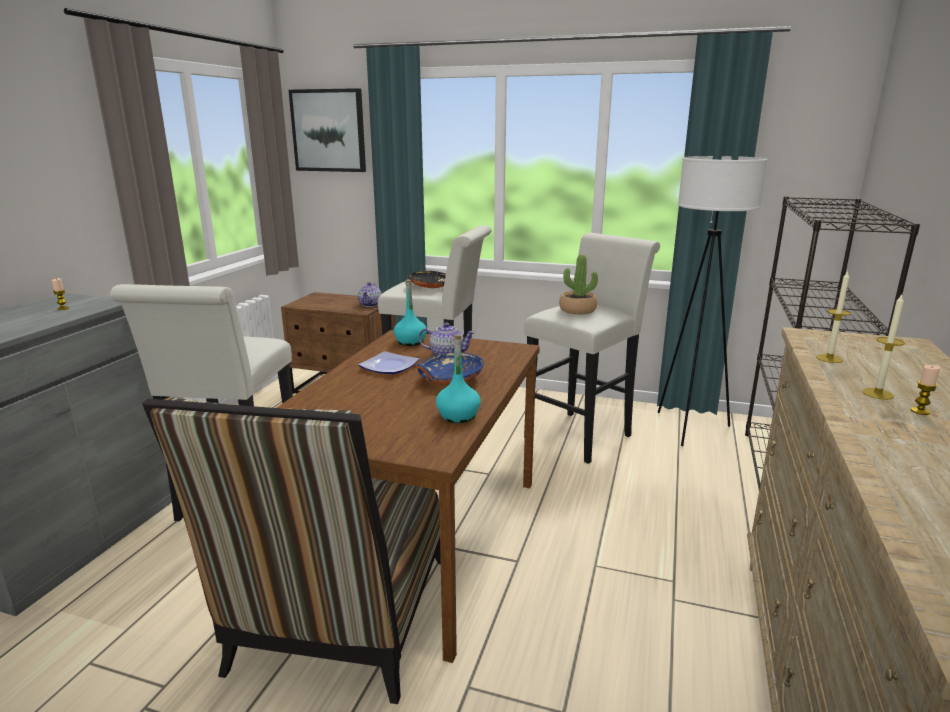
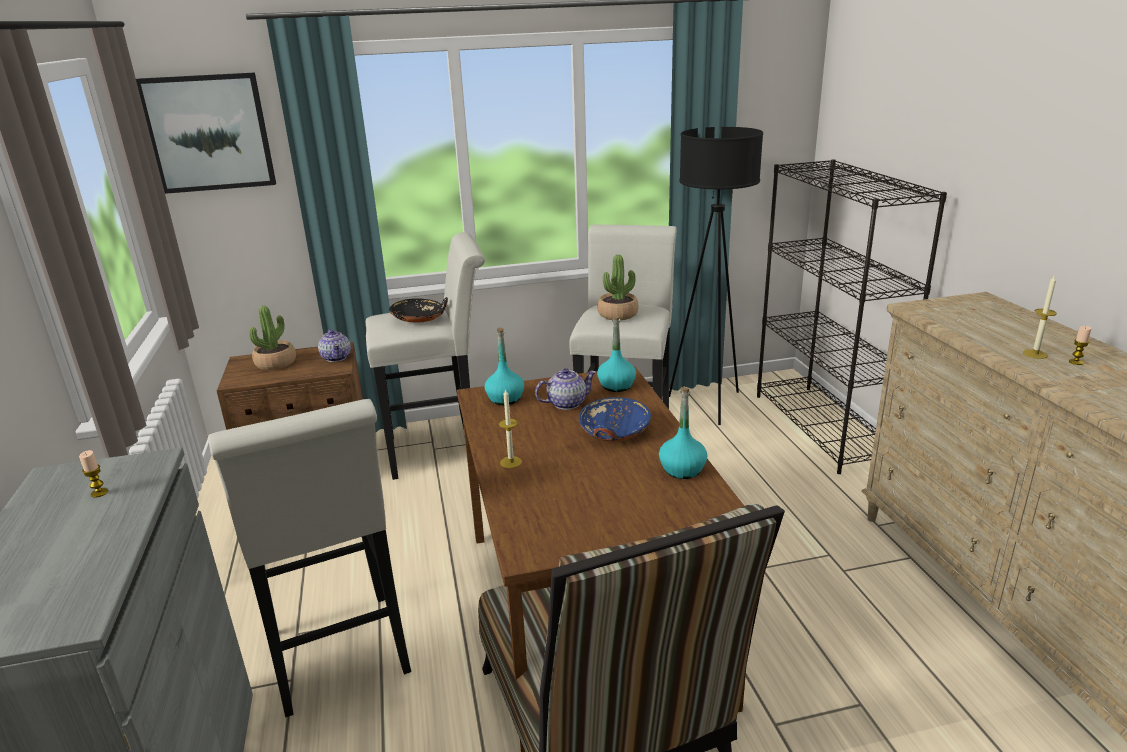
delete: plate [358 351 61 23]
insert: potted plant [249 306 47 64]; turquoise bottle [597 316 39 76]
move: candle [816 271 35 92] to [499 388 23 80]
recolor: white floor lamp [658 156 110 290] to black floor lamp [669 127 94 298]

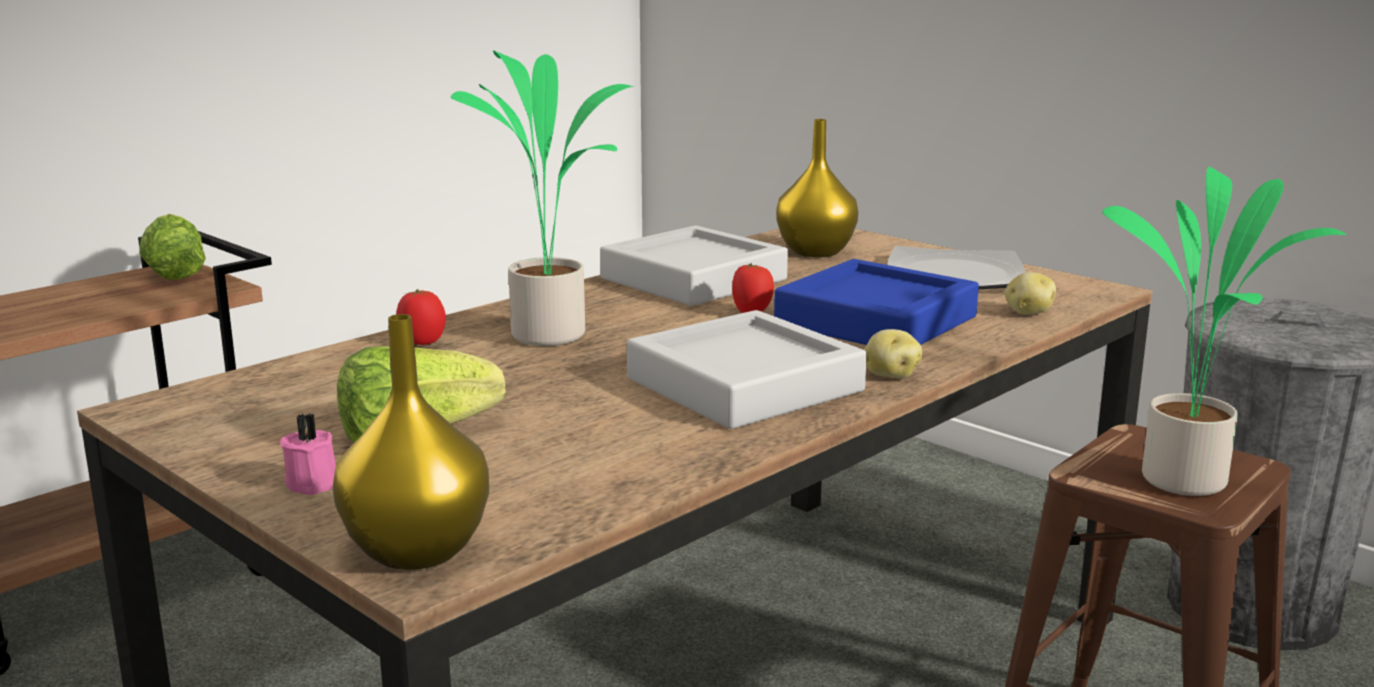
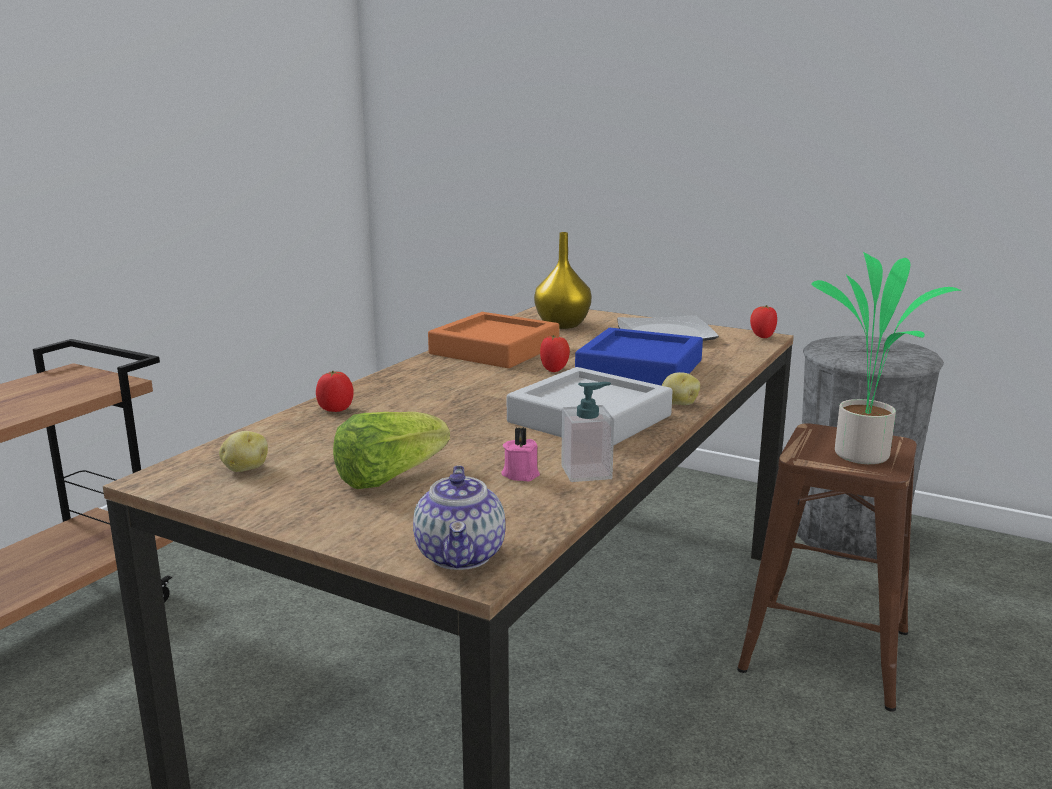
delete: lettuce [139 214 67 66]; potted plant [451 50 183 296]
insert: soap dispenser [561 382 53 100]; tomato [750 305 27 33]
move: potato [1005 272 51 42] to [219 431 49 41]; pink candle [280 413 56 82] to [502 427 38 54]
replace: yellow vase [332 314 157 256] to teapot [413 466 93 104]
recolor: grey tray [600 225 188 81] to orange tray [428 312 131 56]

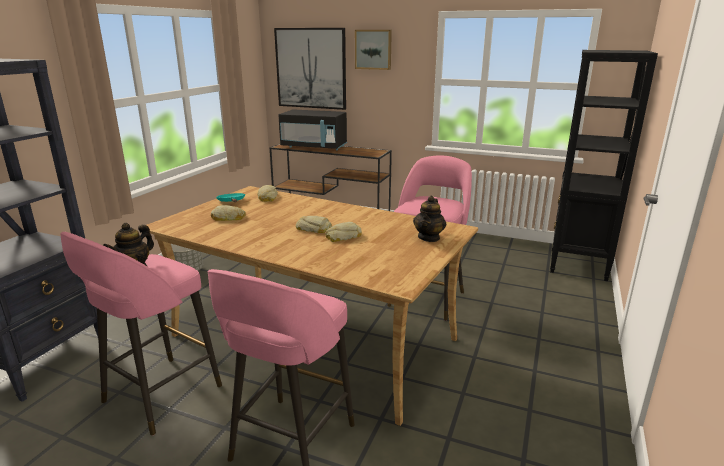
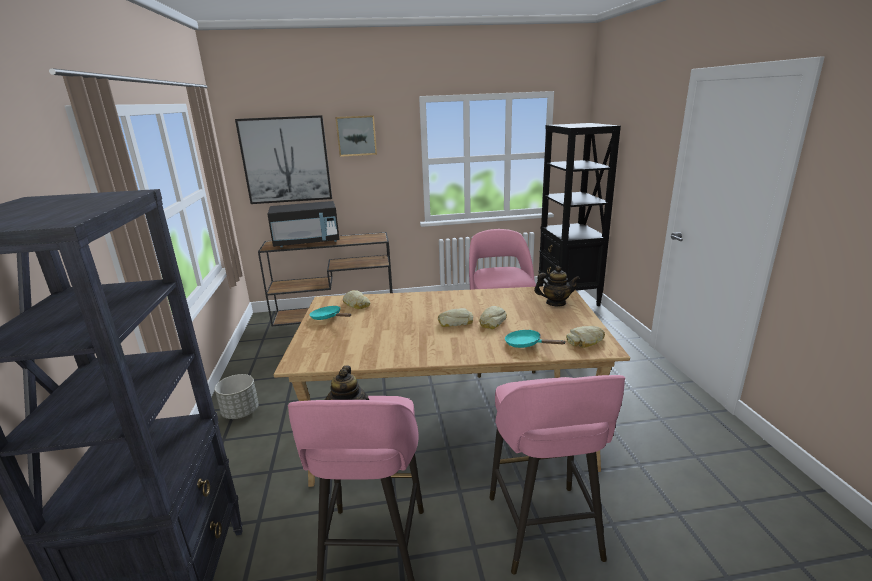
insert: turquoise frying pan [505 330 61 18]
move: bread [211 205 35 16] to [566 326 39 22]
rotate: teapot [413 196 33 46] = [534 266 46 40] 75 degrees counterclockwise

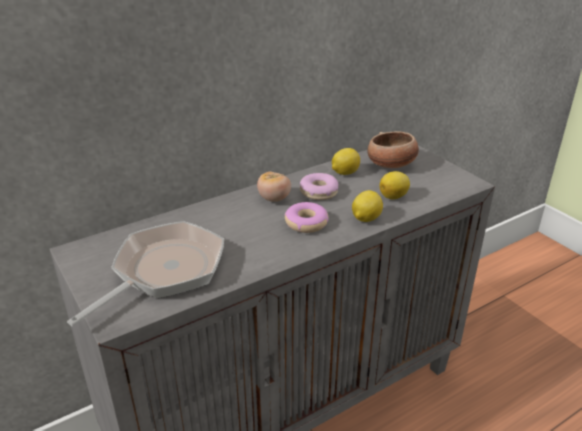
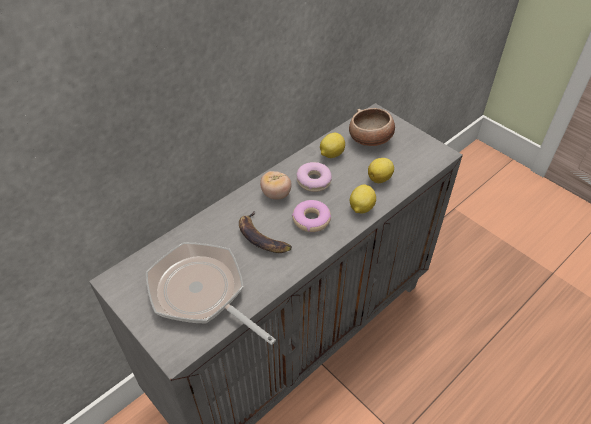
insert: banana [239 211 53 42]
rotate: frying pan [67 221 157 105] = [146 242 130 103] 75 degrees counterclockwise

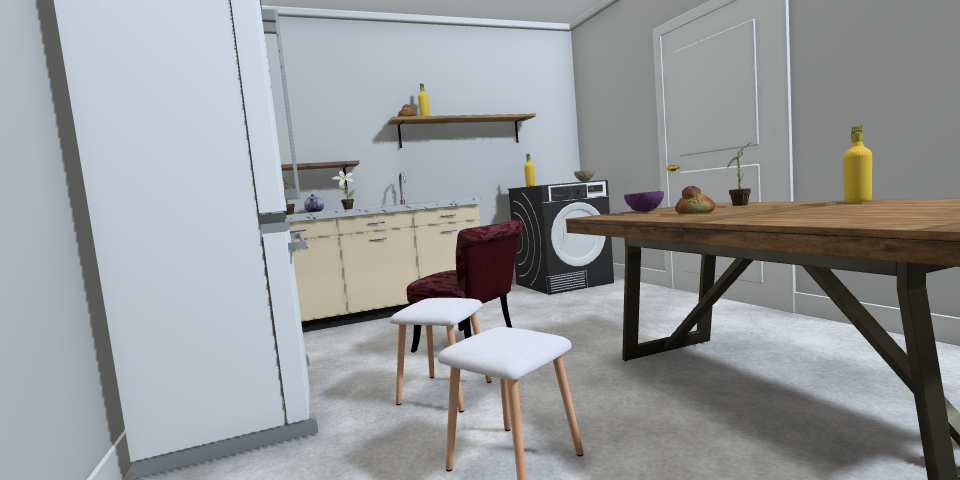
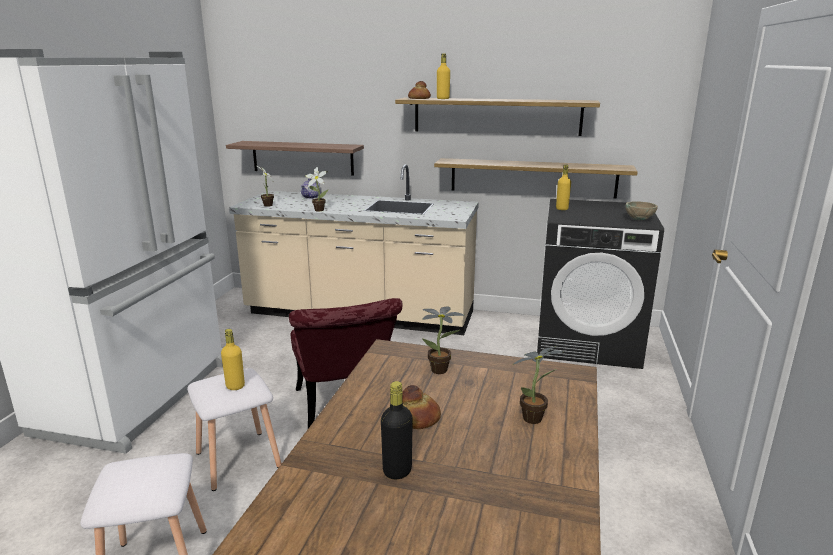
insert: black bottle [381 381 32 98]; shelf [434 158 204 41]
move: yellow bottle [843 126 29 77] to [221 329 24 61]
replace: purple bowl [624 191 40 21] to potted plant [422 306 43 68]

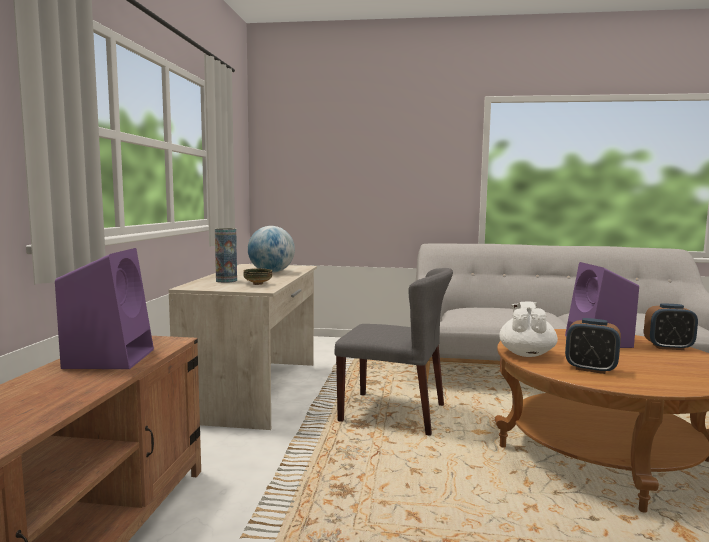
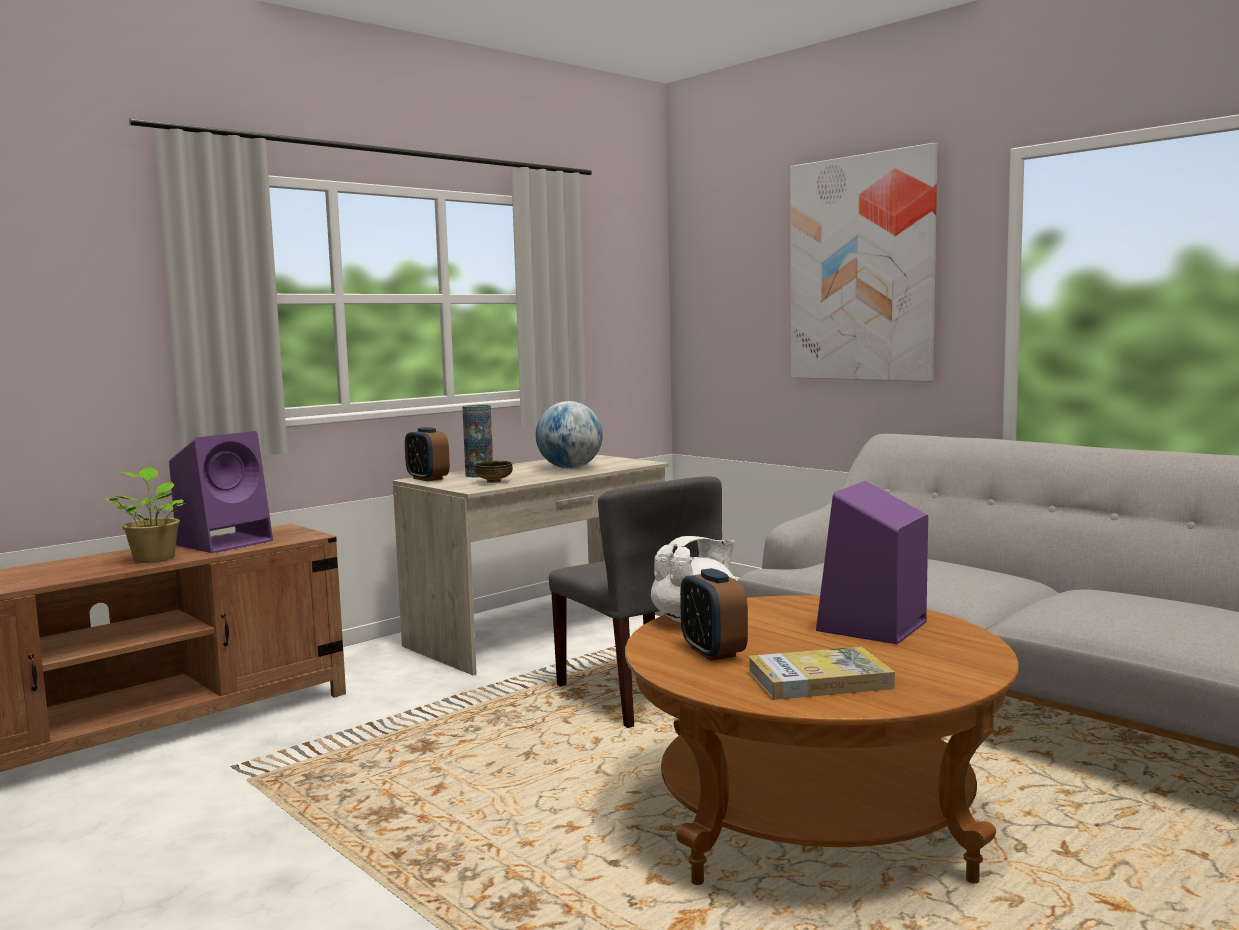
insert: potted plant [104 467 82 96]; book [748 647 147 53]; picture [790 143 148 239]
move: alarm clock [644 304 54 46] to [405 427 45 54]

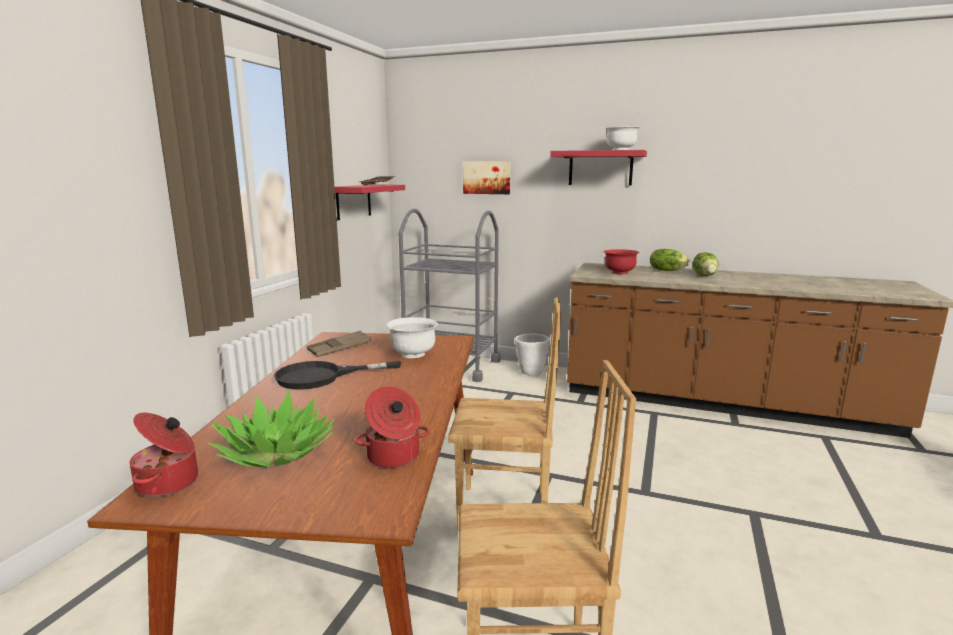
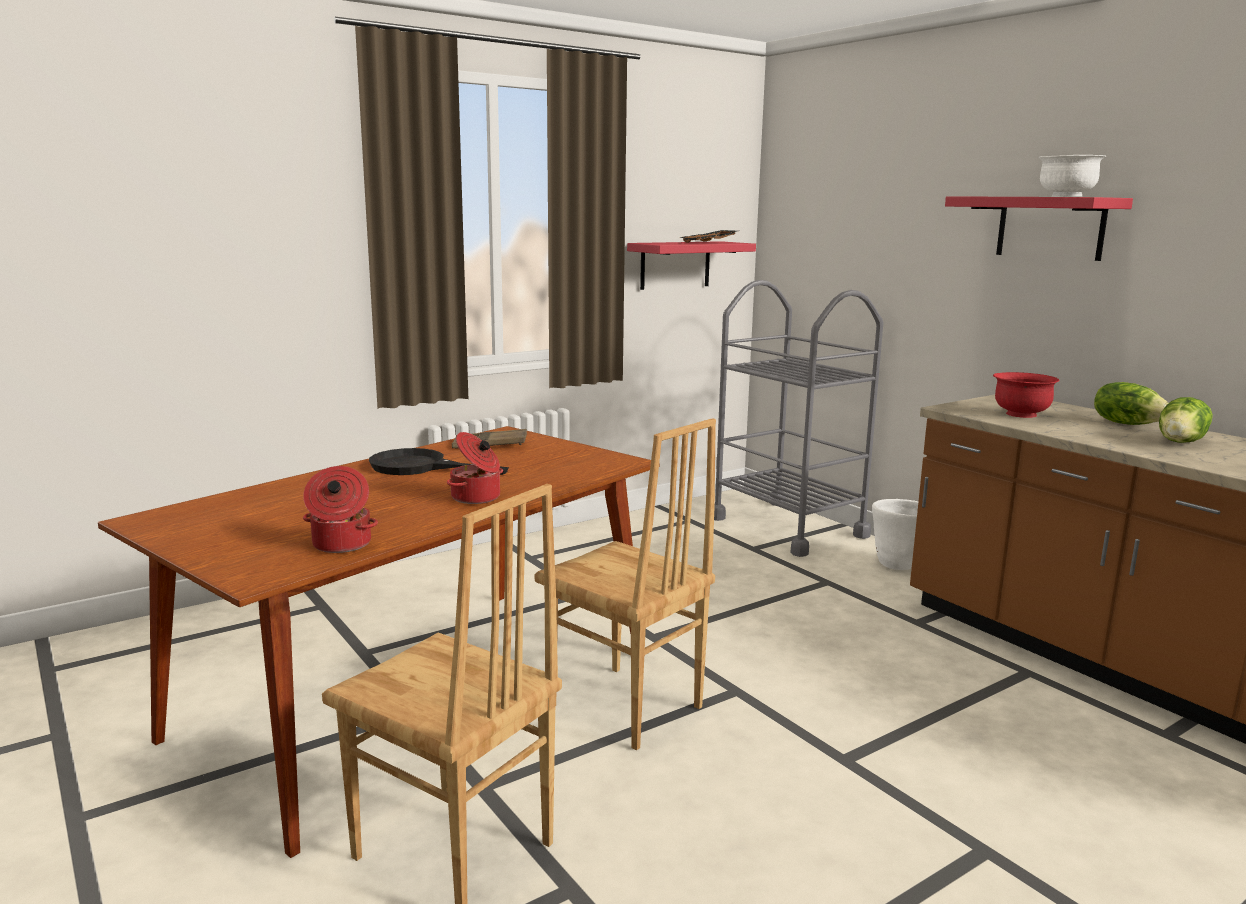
delete: potted plant [208 390 126 78]; white bowl [387 317 51 41]; picture [463 161 47 33]
move: cooking pot [129 413 69 84] to [447 432 56 72]

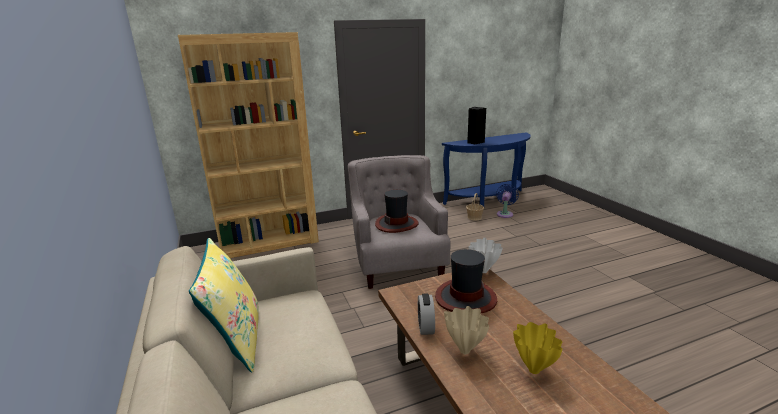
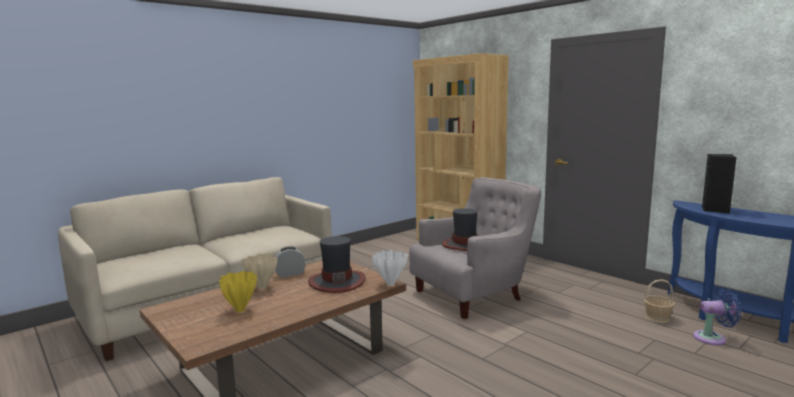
delete: yellow pillow [189 238 70 134]

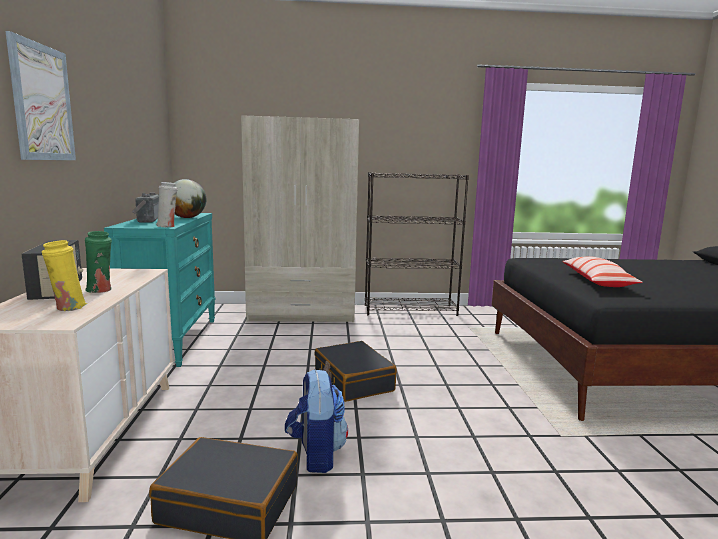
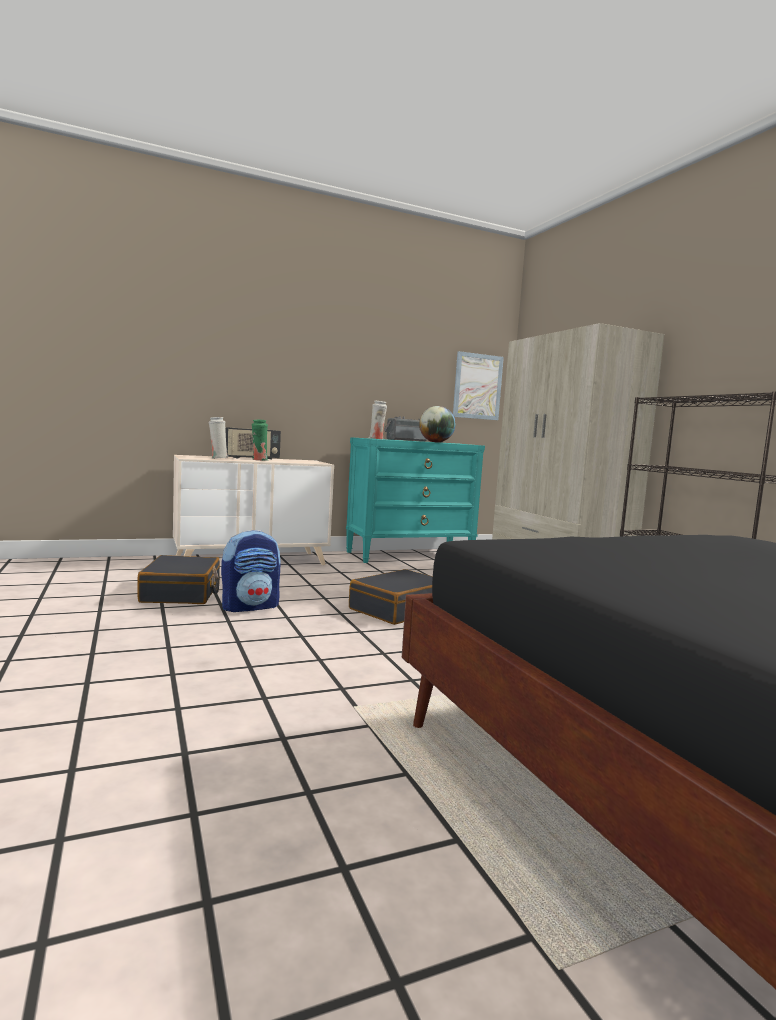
delete: pillow [562 256 81 31]
move: picture [6 31 70 129] to [453 351 51 69]
recolor: yellow vase [42 240 45 71] to white vase [209 417 19 42]

